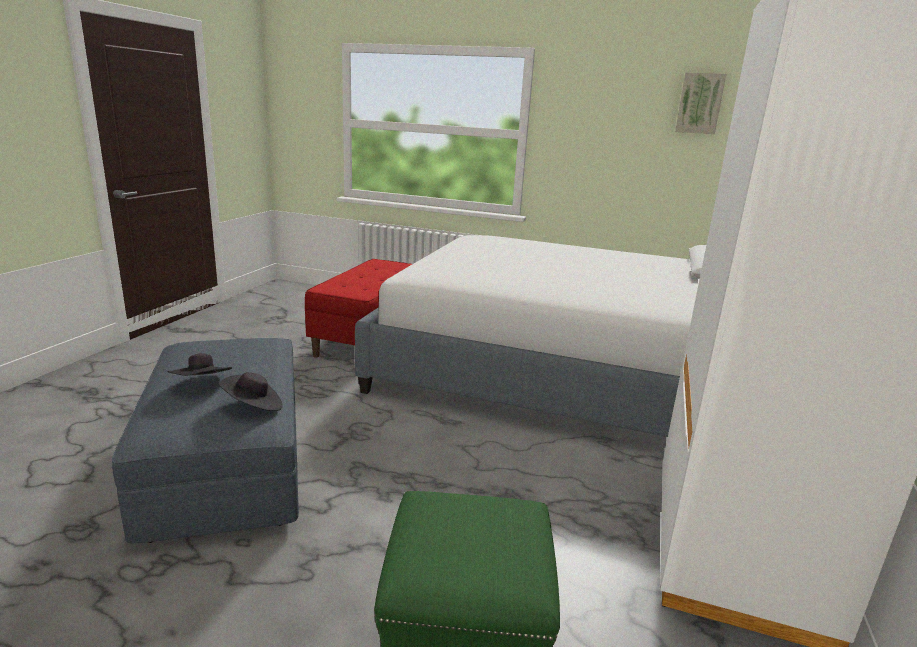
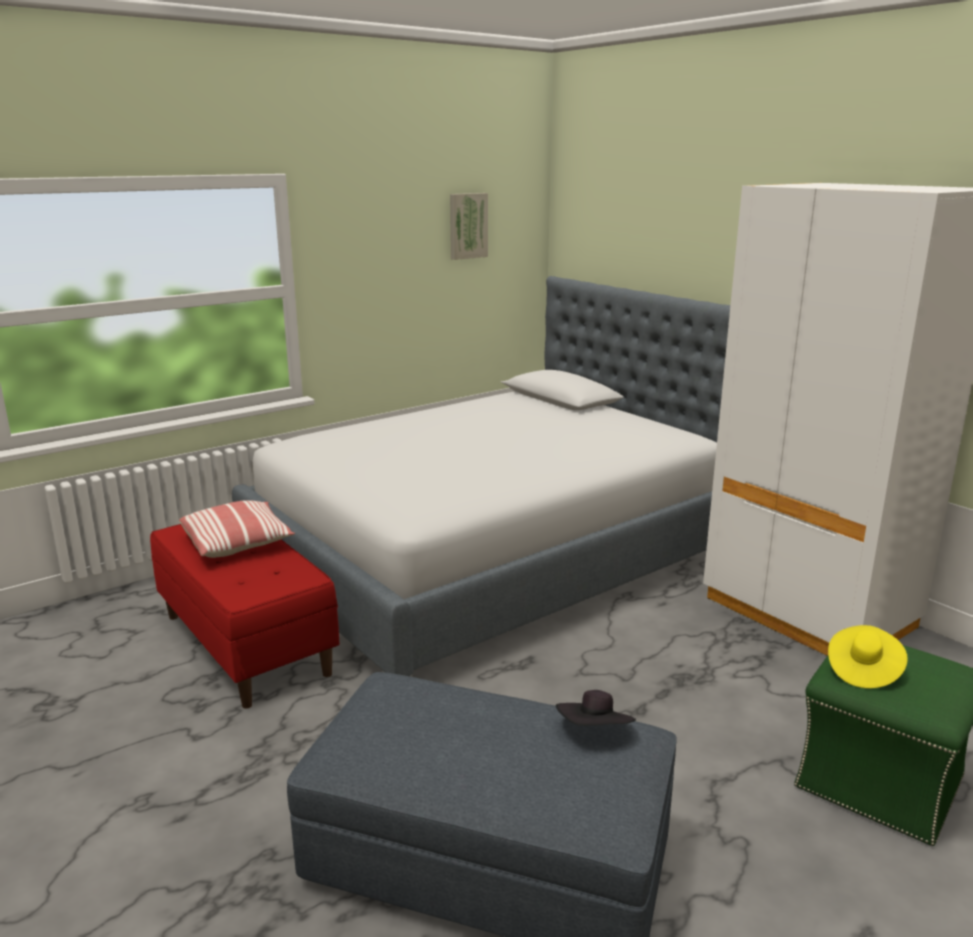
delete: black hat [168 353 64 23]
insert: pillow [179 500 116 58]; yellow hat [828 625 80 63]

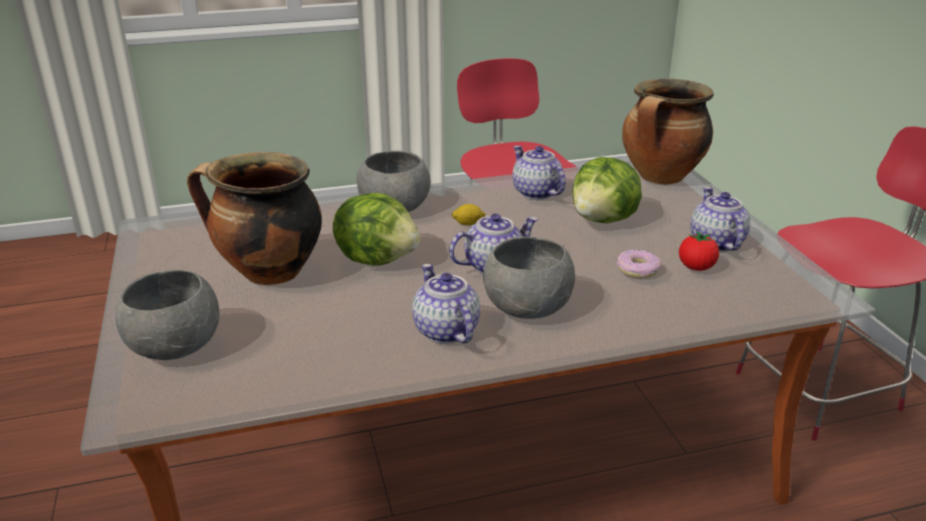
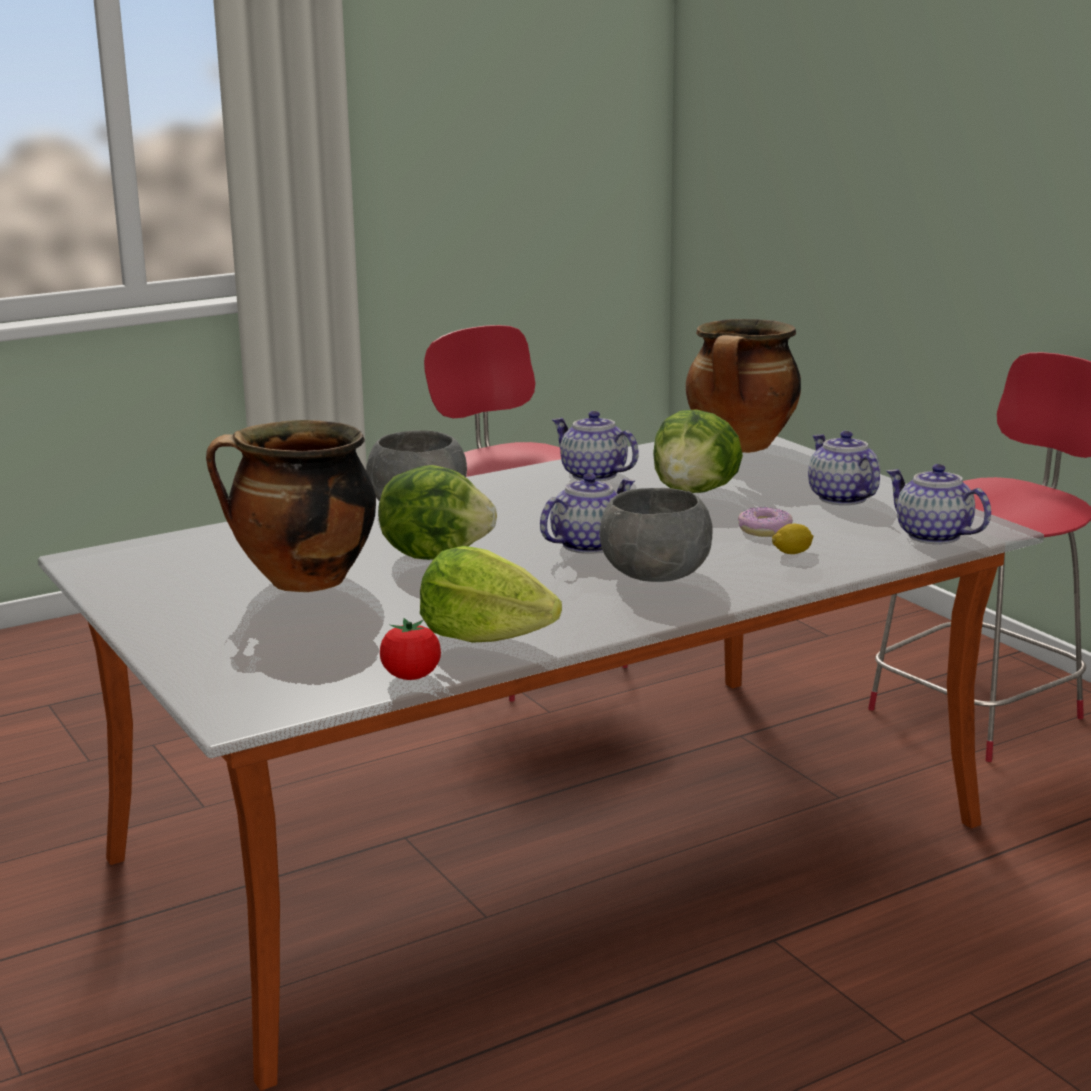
delete: grey bowl [115 270 104 90]
insert: lettuce [420 546 142 97]
move: tomato [679 231 40 40] to [380 618 61 62]; lemon [451 204 35 21] to [772 524 41 30]; teapot [412 264 68 80] to [886 464 105 80]

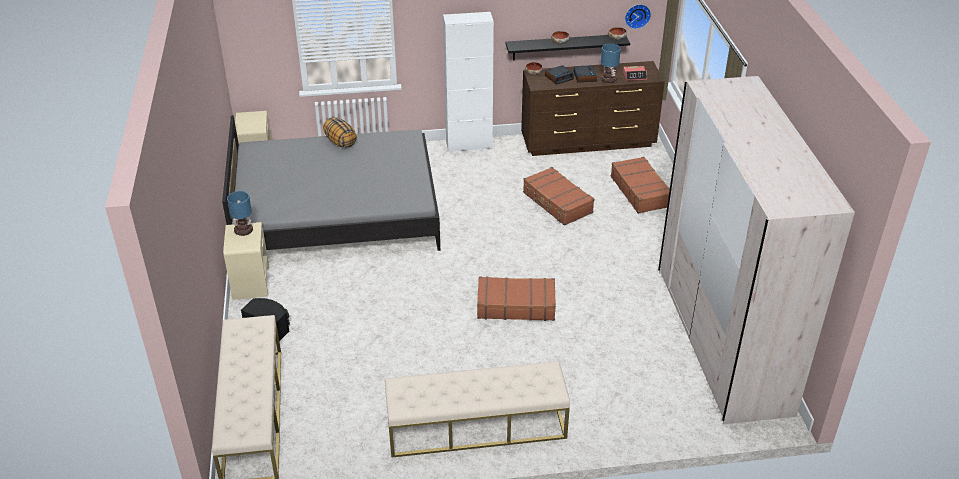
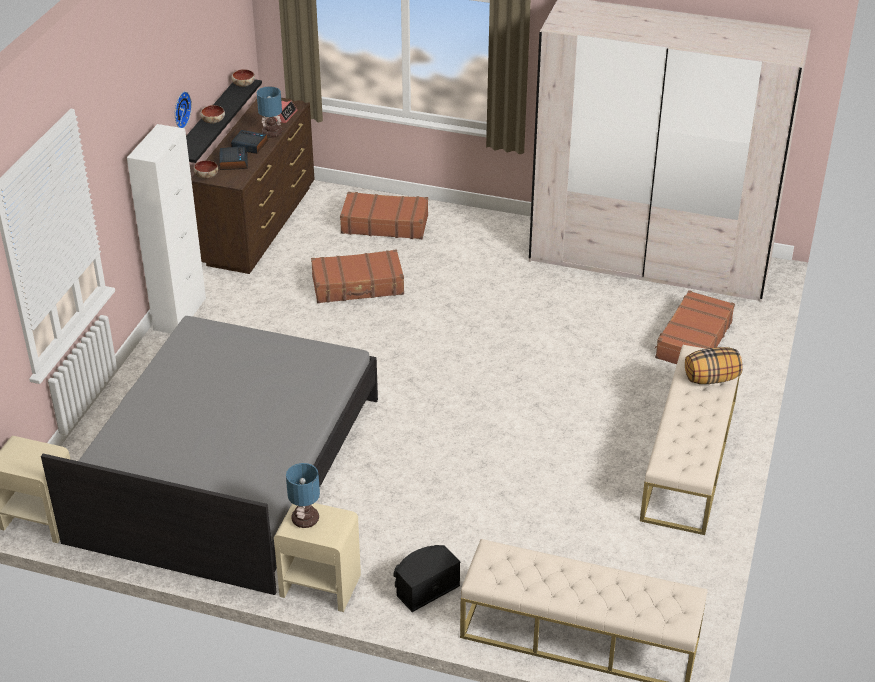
move: wall clock [625 4 26 25] to [175 91 17 37]; brown suitcase [477 276 79 45] to [655 290 80 74]; pillow [323 117 34 31] to [685 347 58 37]

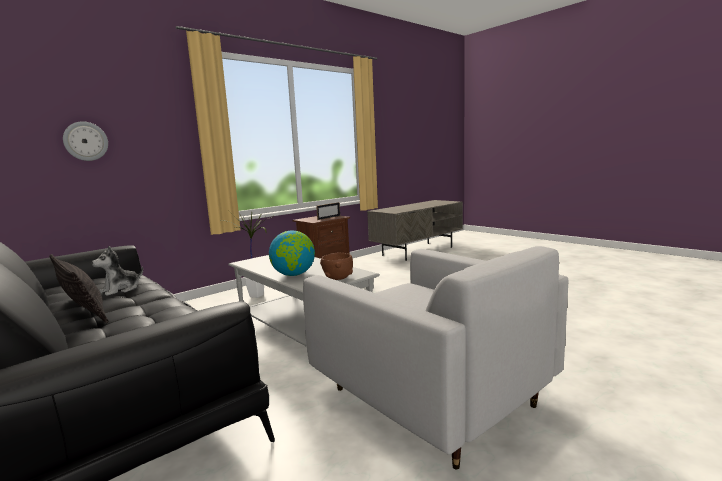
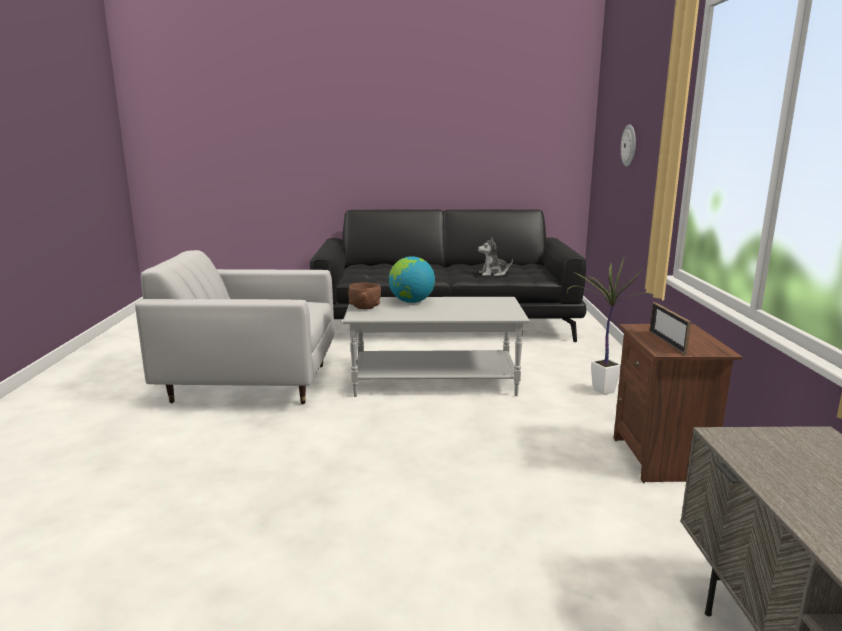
delete: pillow [49 254 59 69]
rotate: plush toy [91 246 52 49] = [478 237 35 39] 90 degrees counterclockwise

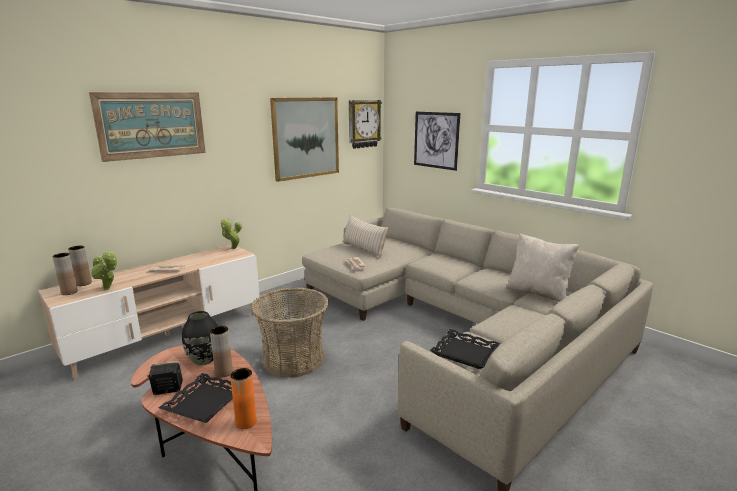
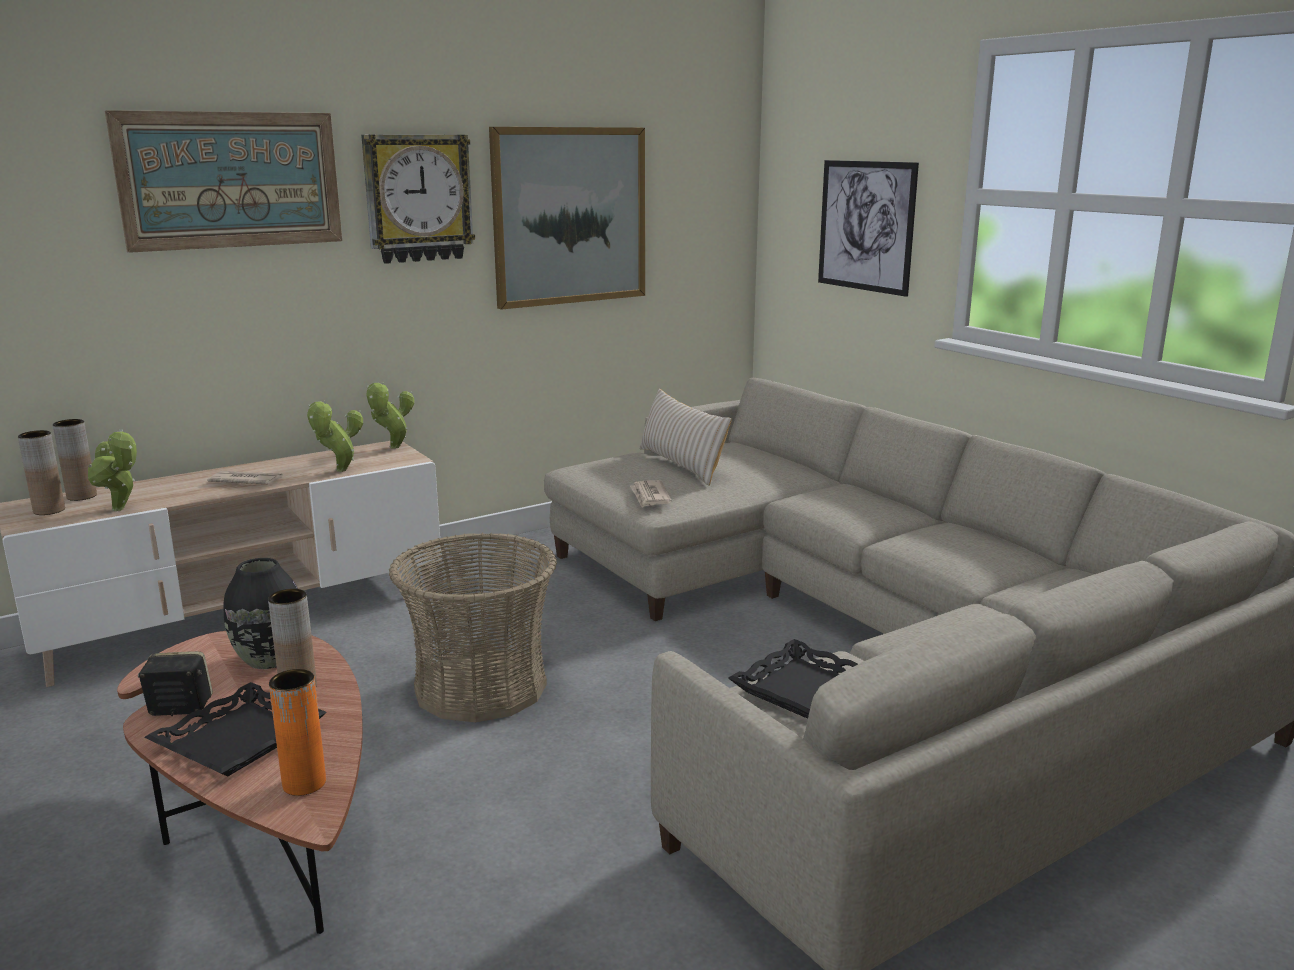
delete: beige pillow [506 233 73 69]
insert: potted plant [307 401 56 71]
move: wall clock [349 100 33 49] to [361 134 114 130]

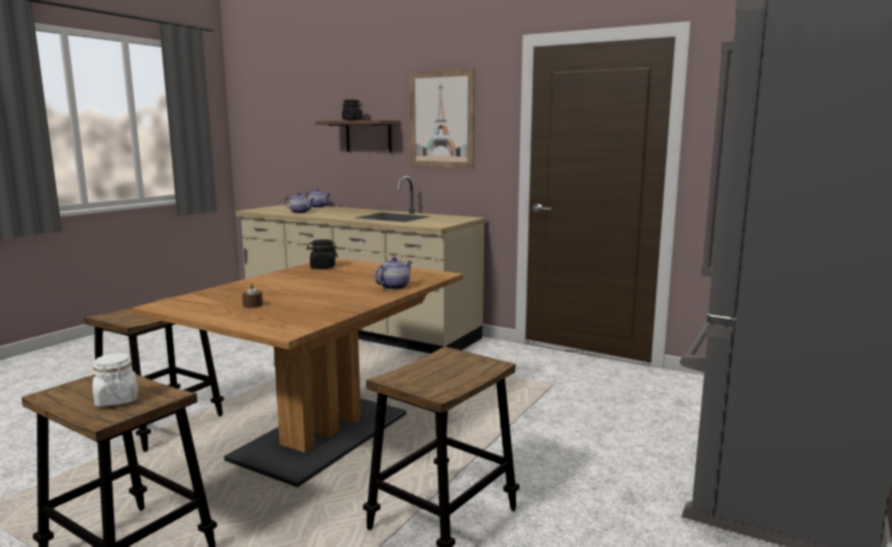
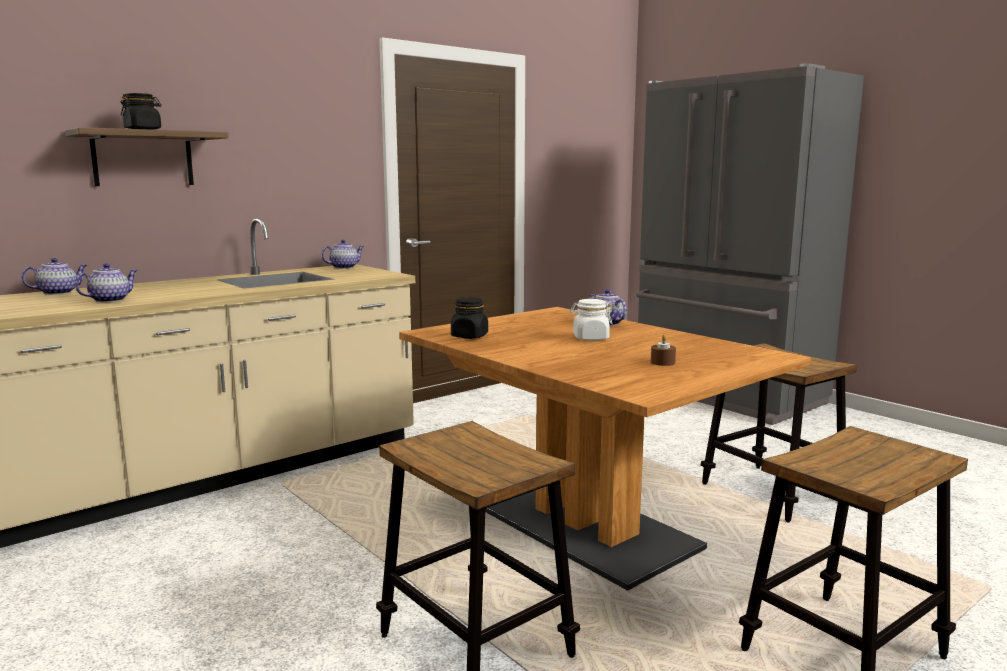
delete: picture [409 69 66 100]
insert: teapot [321 240 43 29]
move: white jar [93 353 44 54] to [570 299 43 42]

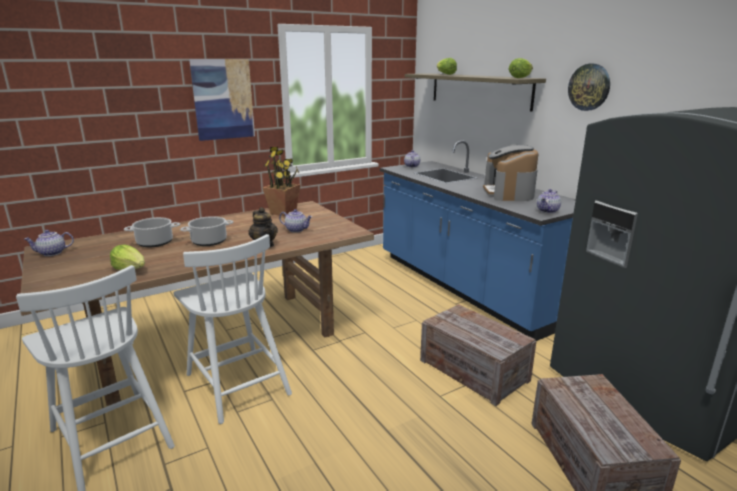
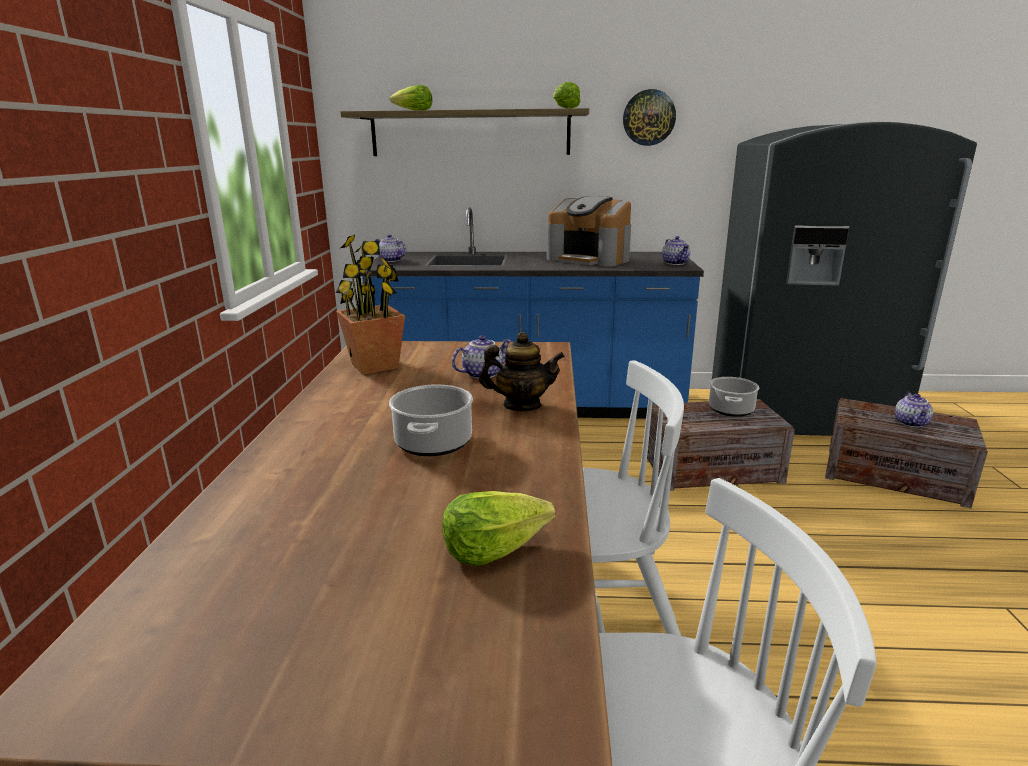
delete: picture [189 59 66 82]
move: cooking pot [124 217 56 30] to [709 377 50 40]; teapot [24 230 50 26] to [895 392 38 36]

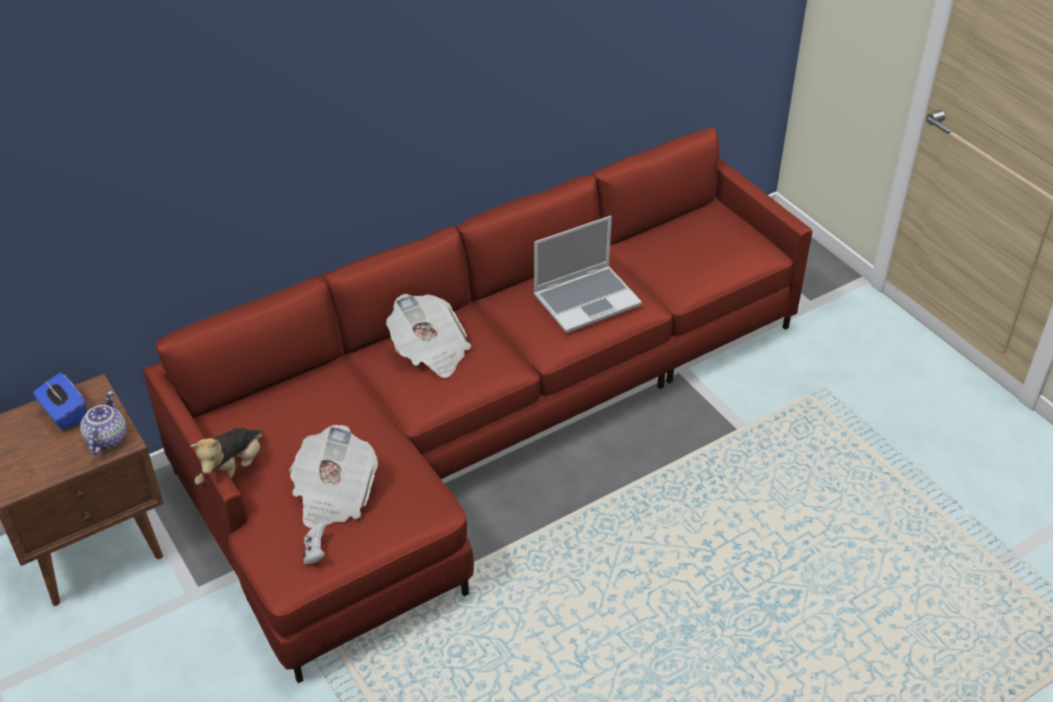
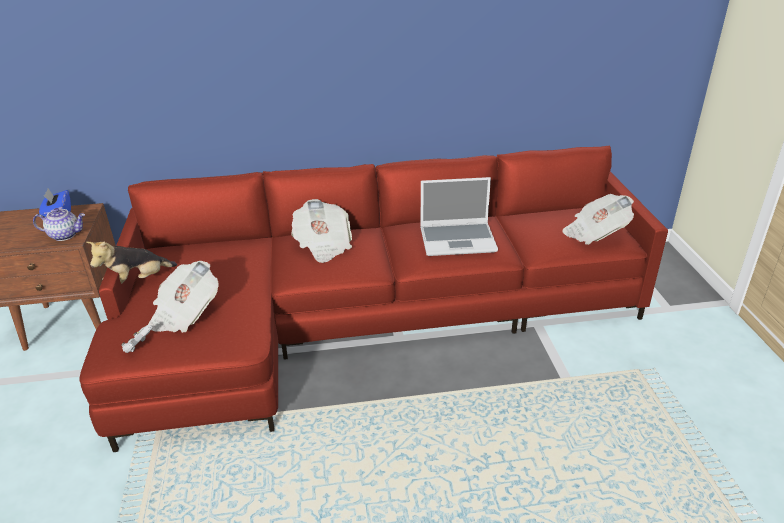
insert: newspaper [563 194 71 51]
rotate: teapot [80 391 47 64] = [33 208 52 33] 60 degrees clockwise

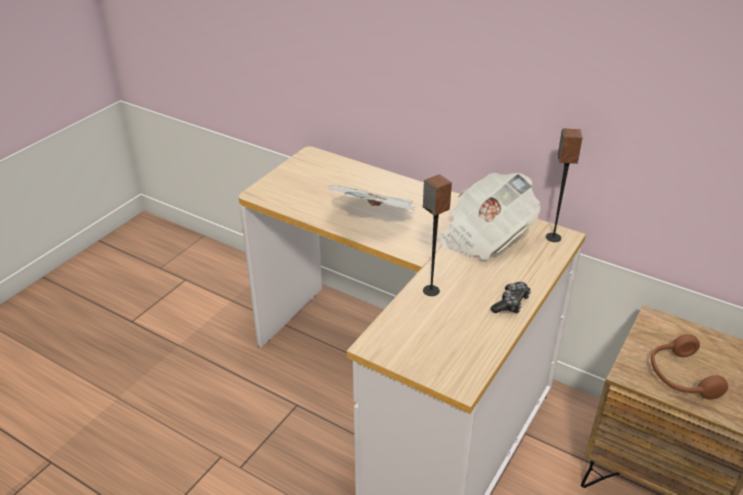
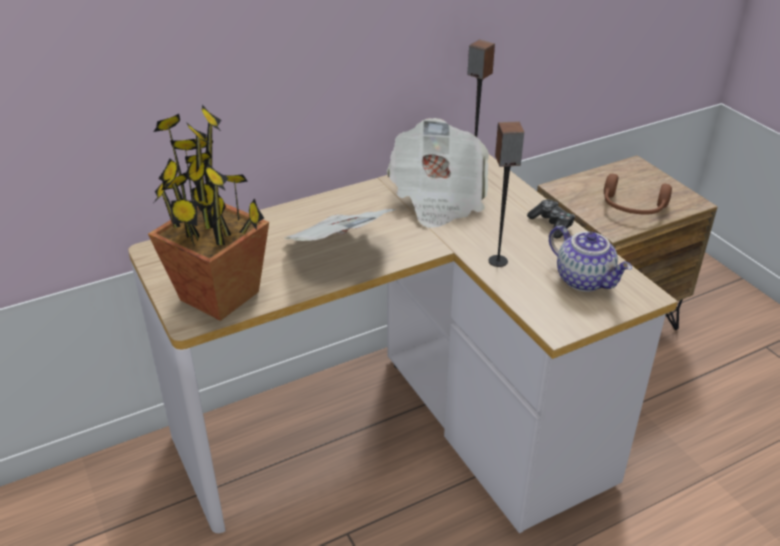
insert: potted plant [148 105 121 216]; teapot [549 225 83 67]

